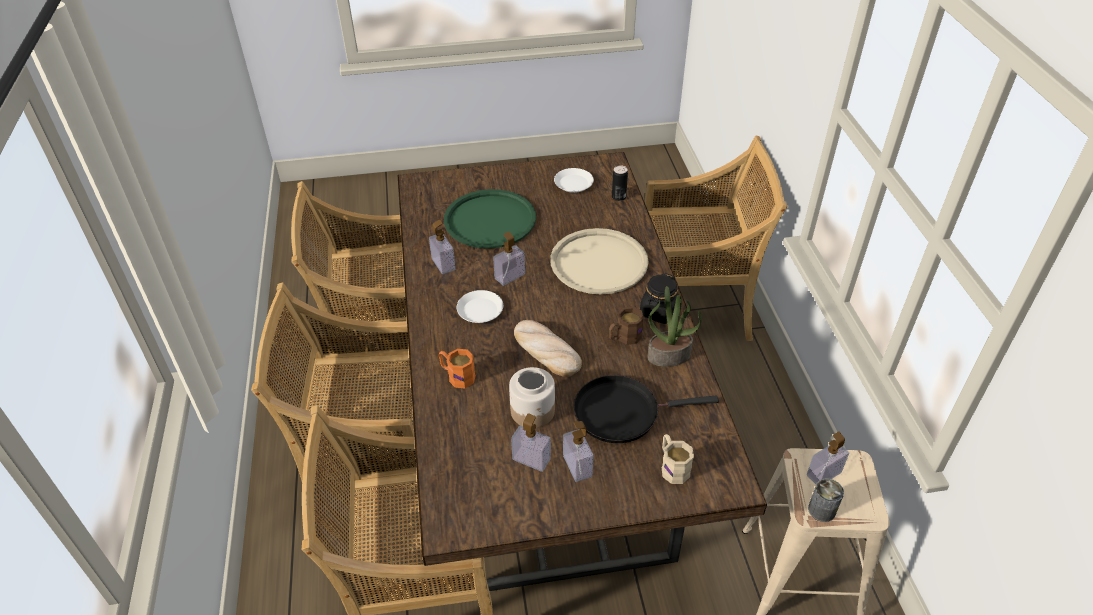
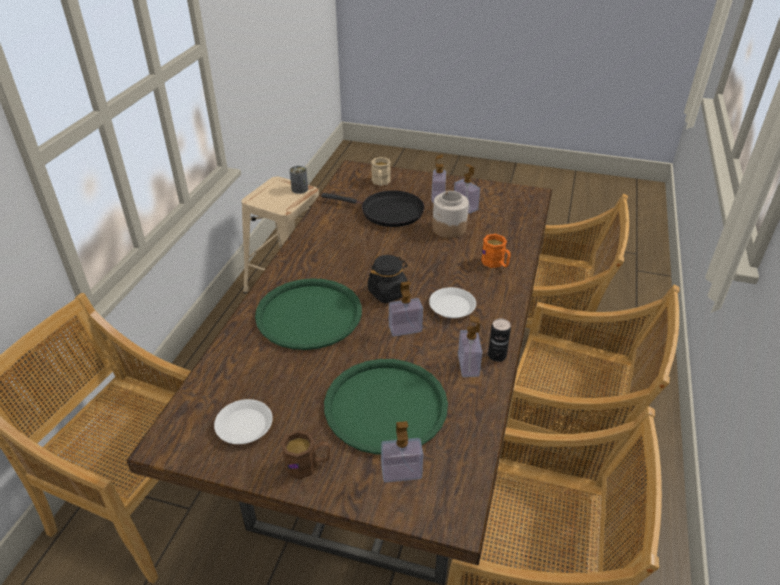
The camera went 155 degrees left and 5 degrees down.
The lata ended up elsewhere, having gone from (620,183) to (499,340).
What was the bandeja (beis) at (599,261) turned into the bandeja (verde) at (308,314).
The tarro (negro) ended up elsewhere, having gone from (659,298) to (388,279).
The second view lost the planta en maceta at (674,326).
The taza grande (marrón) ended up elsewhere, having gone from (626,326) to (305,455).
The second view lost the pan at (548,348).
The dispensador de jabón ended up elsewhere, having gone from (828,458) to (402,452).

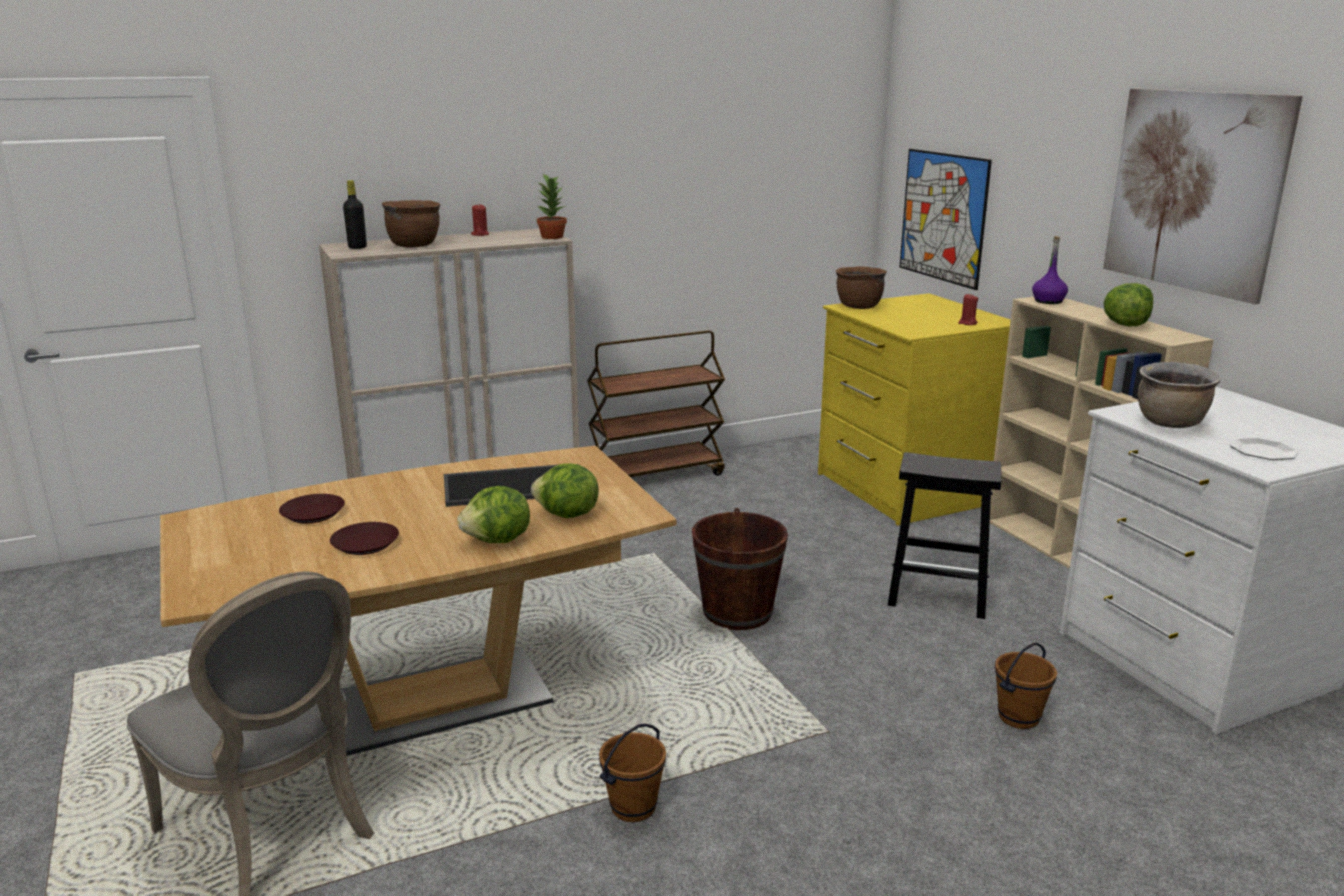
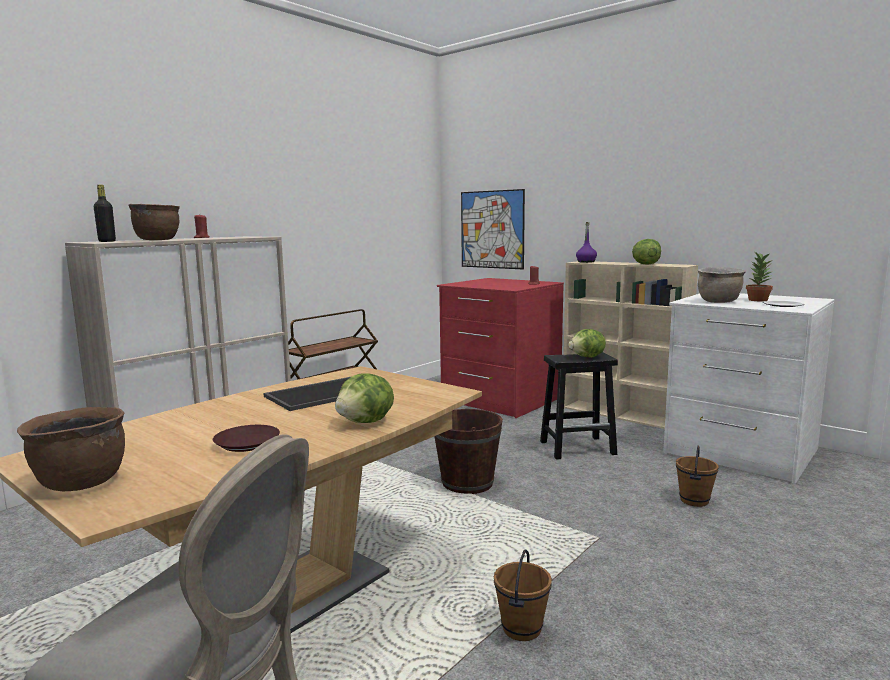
The camera went 25 degrees left and 10 degrees down.
The second view lost the cuadro at (1203,196).
The planta en maceta ended up elsewhere, having gone from (552,206) to (759,276).
The olla (marrón) ended up elsewhere, having gone from (861,288) to (71,449).
What was the cómoda (amarillo) at (914,409) turned into the cómoda (rojo) at (500,348).
The lechuga ended up elsewhere, having gone from (565,490) to (587,343).
The second view lost the plato (marrón) at (312,508).

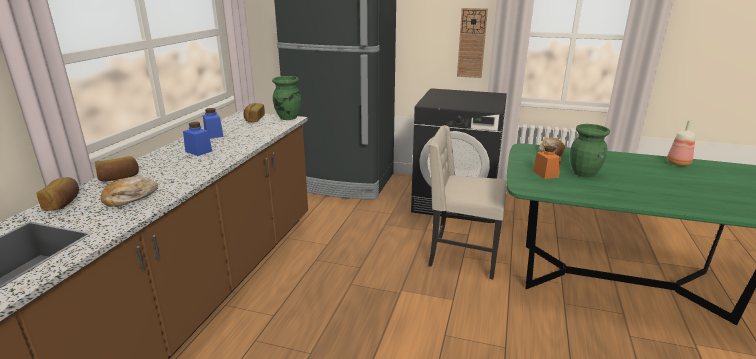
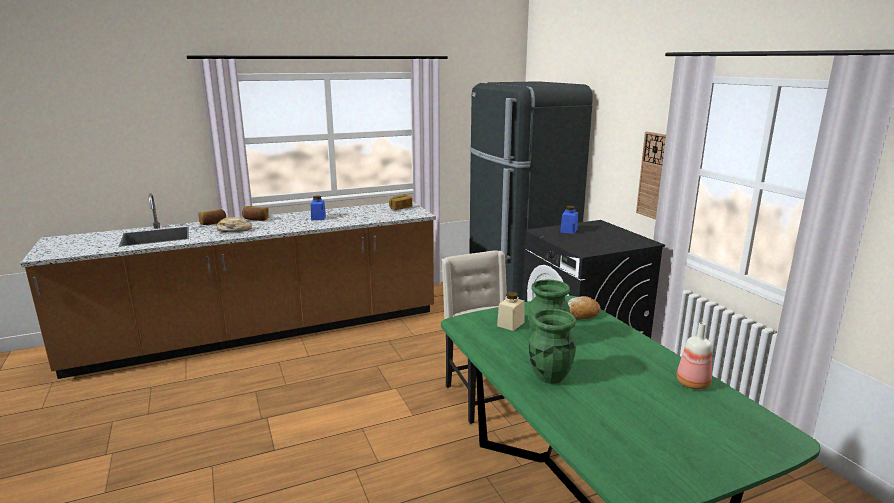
The camera went 50 degrees right and 5 degrees down.
The florero (verde) ended up elsewhere, having gone from (286,98) to (552,346).
The tarro (azul) ended up elsewhere, having gone from (213,123) to (569,220).
What was the tarro (naranja) at (547,162) turned into the tarro (beis) at (511,311).

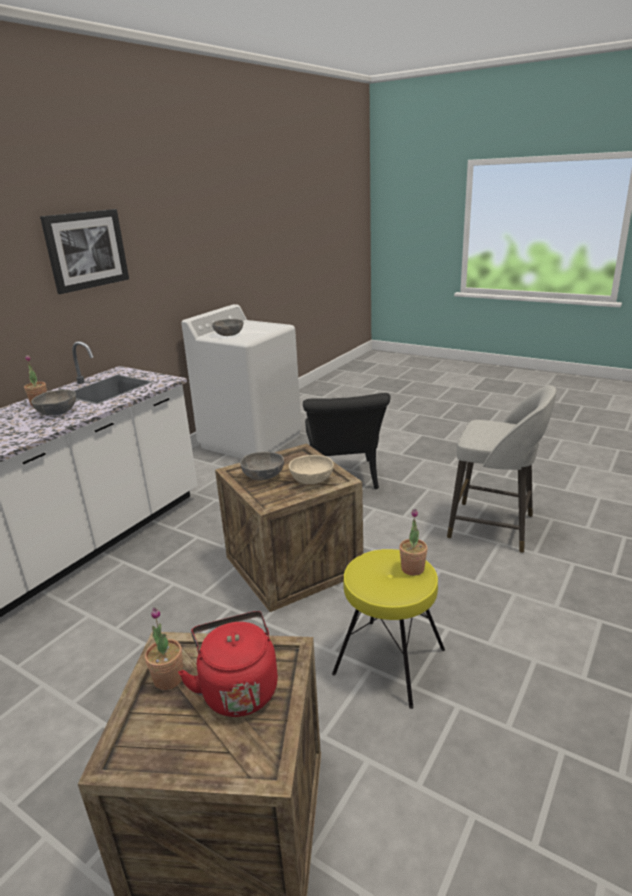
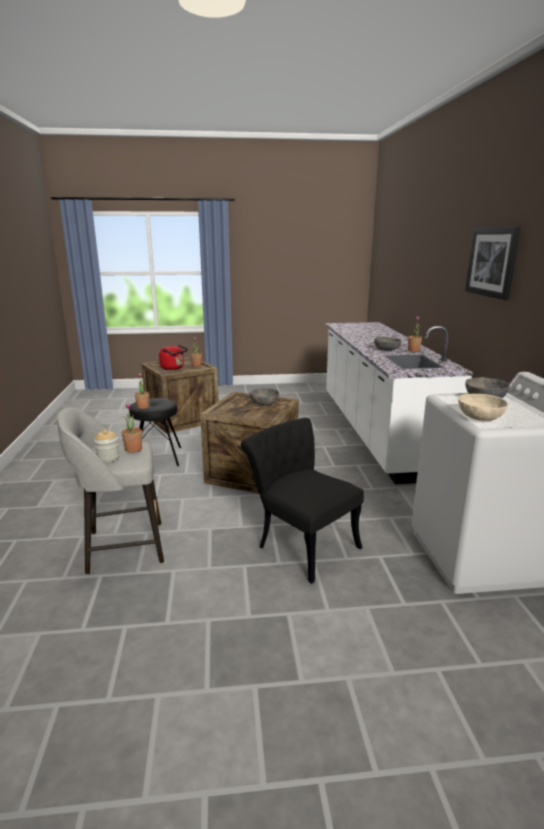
The camera went 140 degrees right and 5 degrees down.
The cuenco (beis) ended up elsewhere, having gone from (311,469) to (483,407).
What was the taburete (amarillo) at (388,629) turned into the taburete (negro) at (155,432).
The second view gained the planta en maceta at (132,428).
The second view gained the tarro at (107,446).

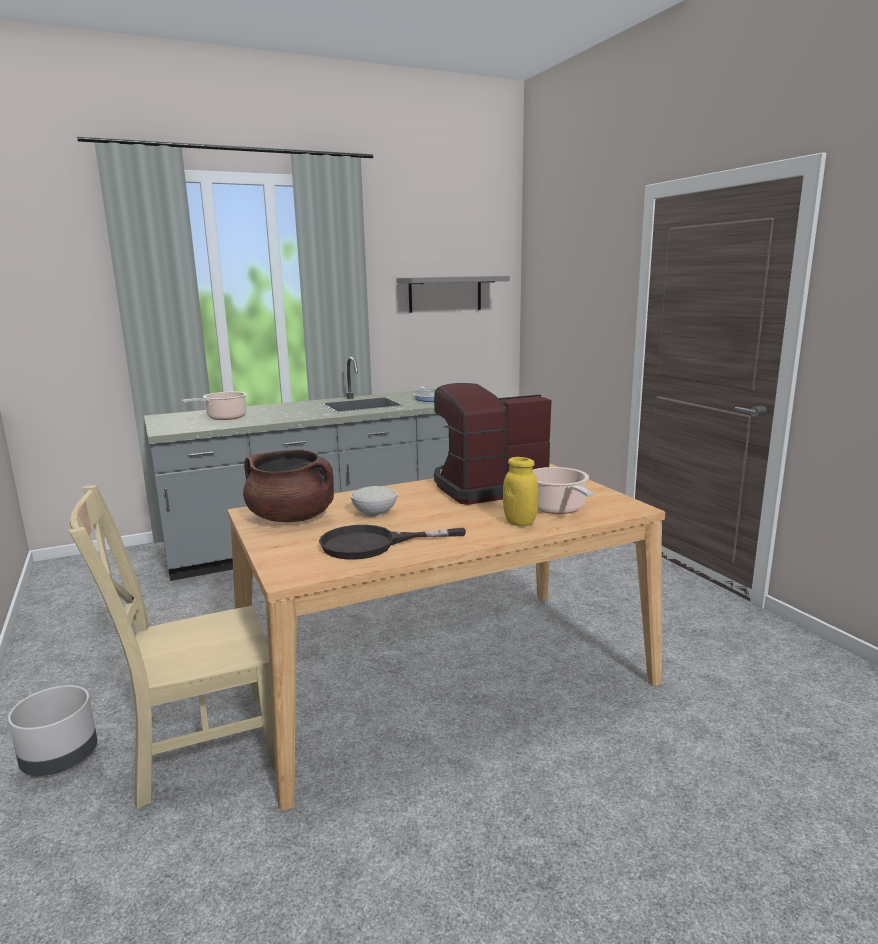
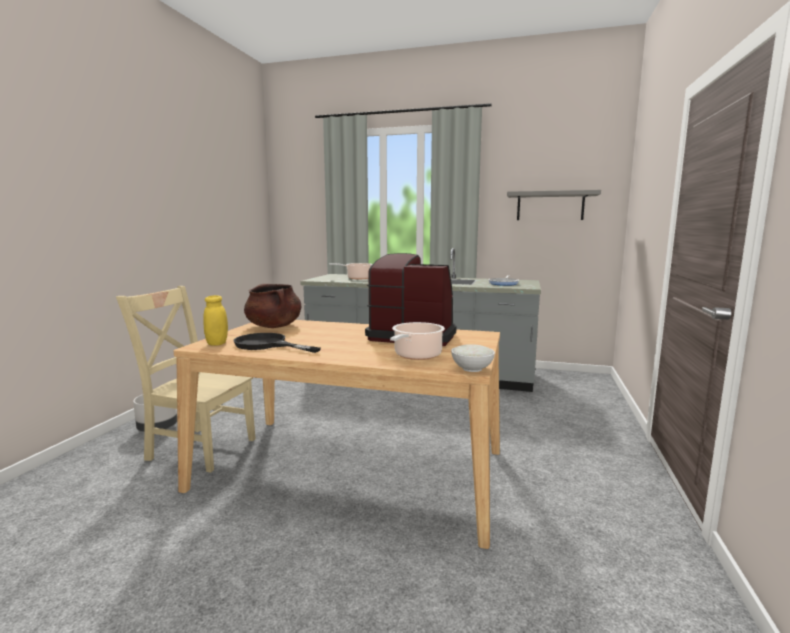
The camera went 40 degrees right and 5 degrees down.
The tarro (amarillo) ended up elsewhere, having gone from (520,491) to (215,320).
The cuenco (blanco) ended up elsewhere, having gone from (374,501) to (473,358).

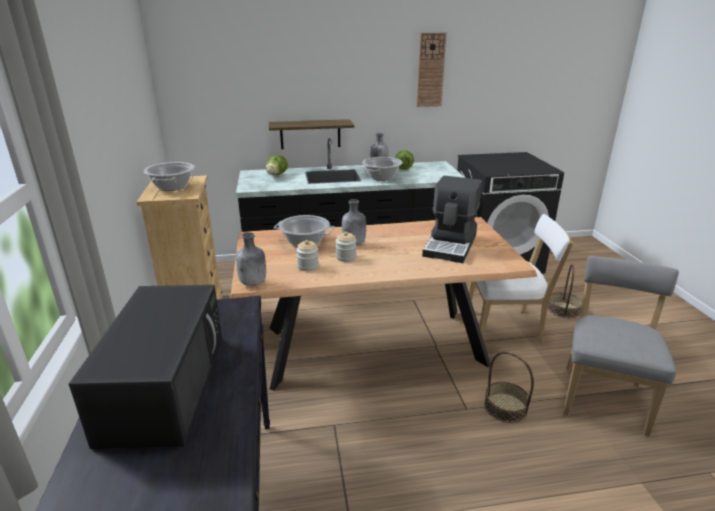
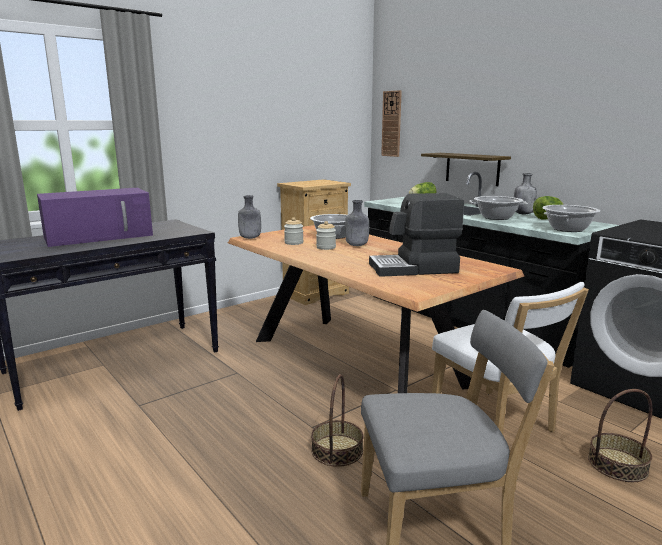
The camera went 60 degrees right and 10 degrees down.
The reloj de pared ended up elsewhere, having gone from (431,69) to (391,123).
The olla ended up elsewhere, having gone from (169,176) to (571,218).
What was the microondas (negro) at (145,367) turned into the microondas (morado) at (95,217).

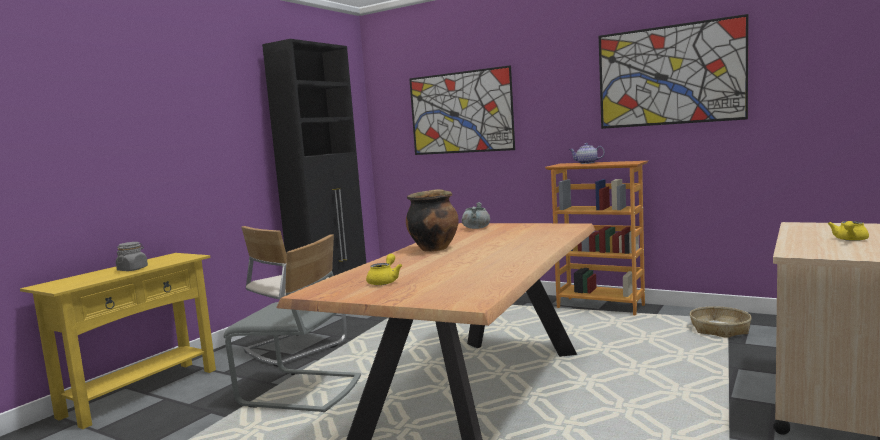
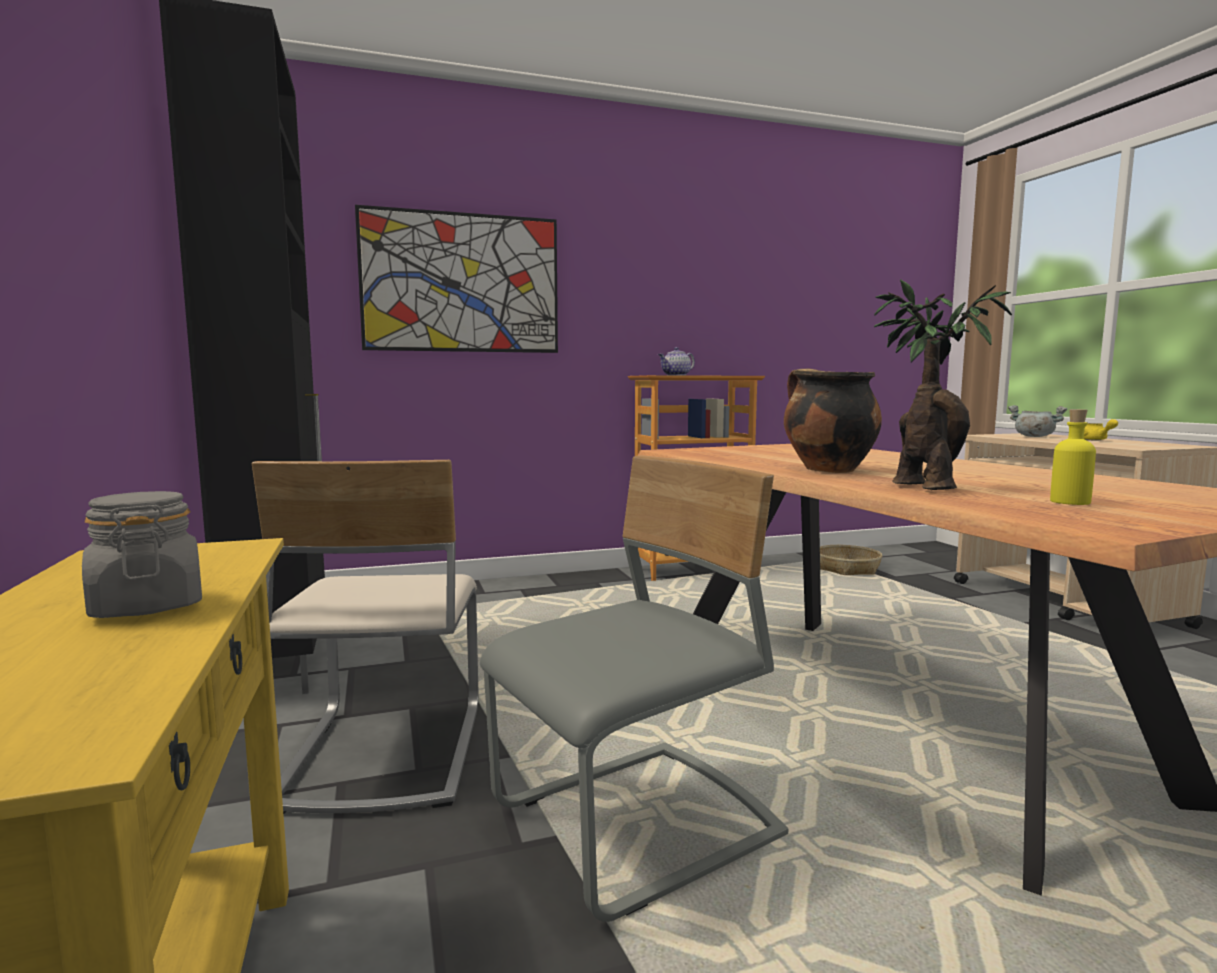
The camera went 50 degrees left and 0 degrees up.
The second view lost the cuadro at (673,71).
The olla (gris) ended up elsewhere, having gone from (476,215) to (1037,421).
Where the tetera (amarillo) stood at (384,269), the botella (amarillo) came to stand at (1073,457).
The second view gained the planta en maceta at (943,384).

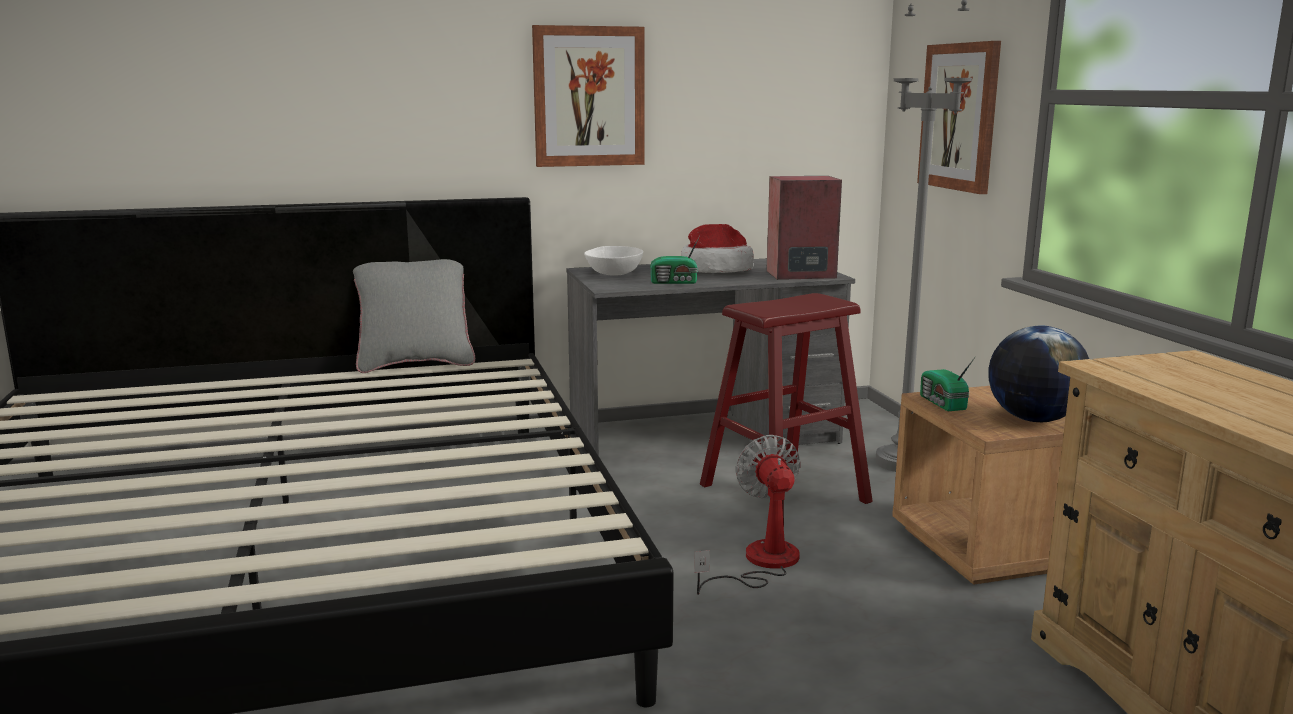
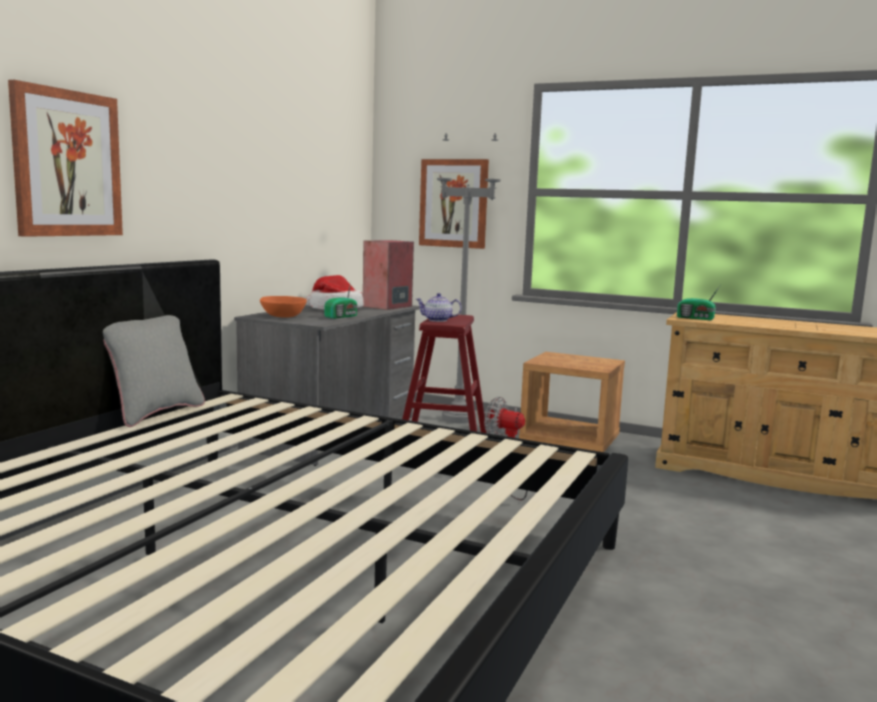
The camera went 50 degrees left and 5 degrees down.
The cuadro ended up elsewhere, having gone from (588,96) to (65,158).
What was the cuenco (blanco) at (613,261) turned into the cuenco (naranja) at (283,307).
The second view lost the globo terráqueo at (1038,373).
The radio ended up elsewhere, having gone from (947,384) to (698,303).
The second view gained the tetera at (439,307).

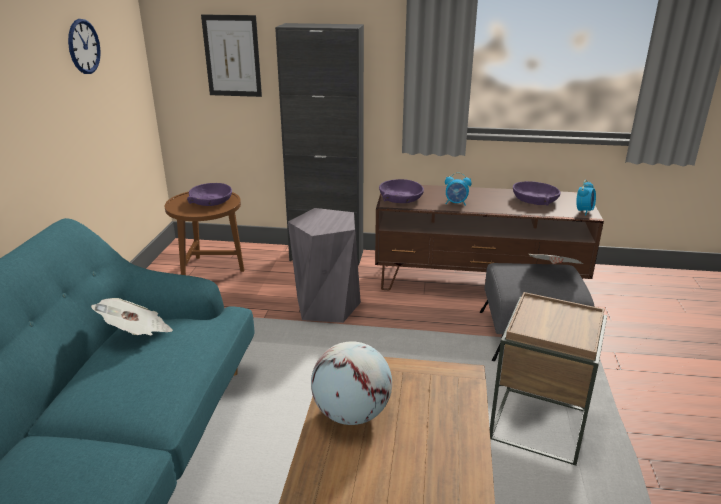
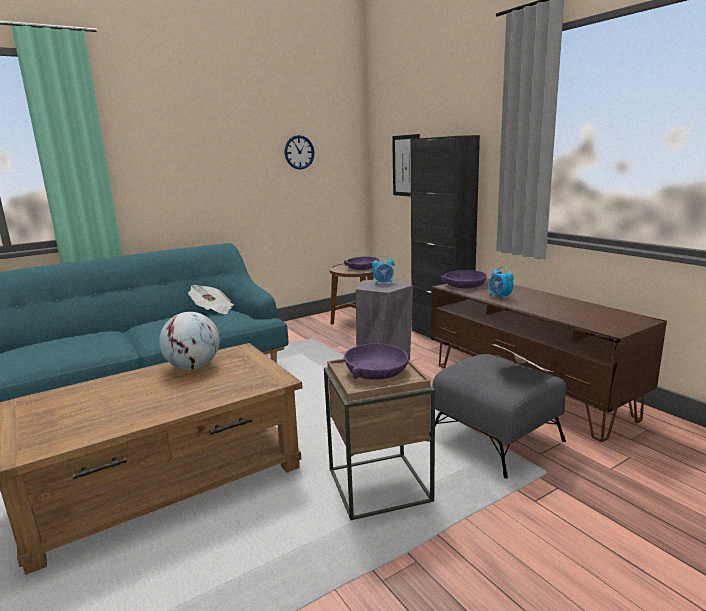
The camera went 50 degrees right and 10 degrees down.
The despertador ended up elsewhere, having gone from (586,198) to (383,270).
The cuenco (morado) ended up elsewhere, having gone from (537,193) to (376,361).

